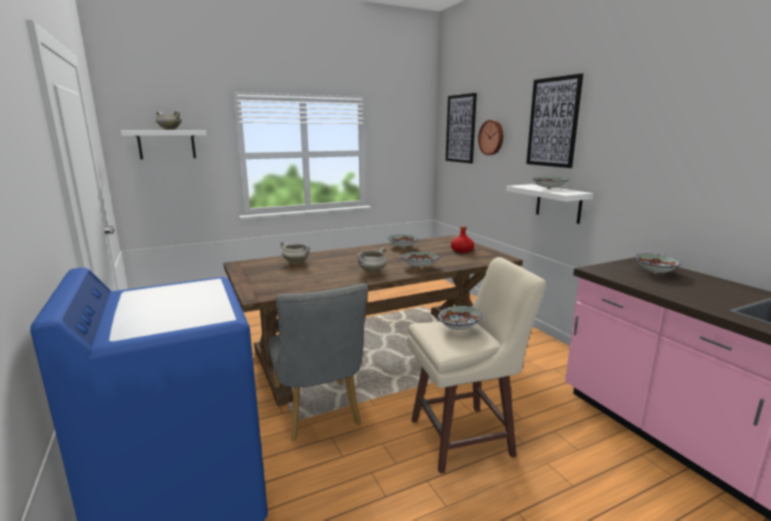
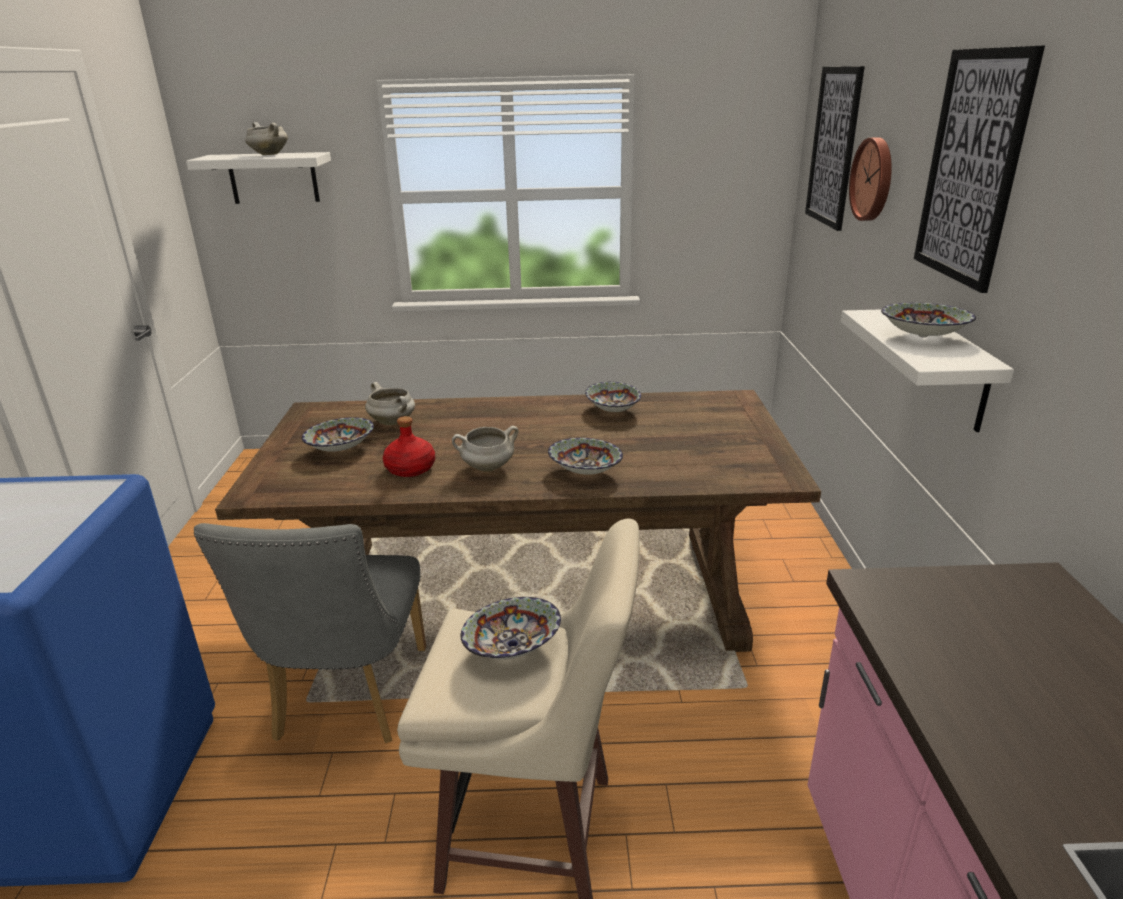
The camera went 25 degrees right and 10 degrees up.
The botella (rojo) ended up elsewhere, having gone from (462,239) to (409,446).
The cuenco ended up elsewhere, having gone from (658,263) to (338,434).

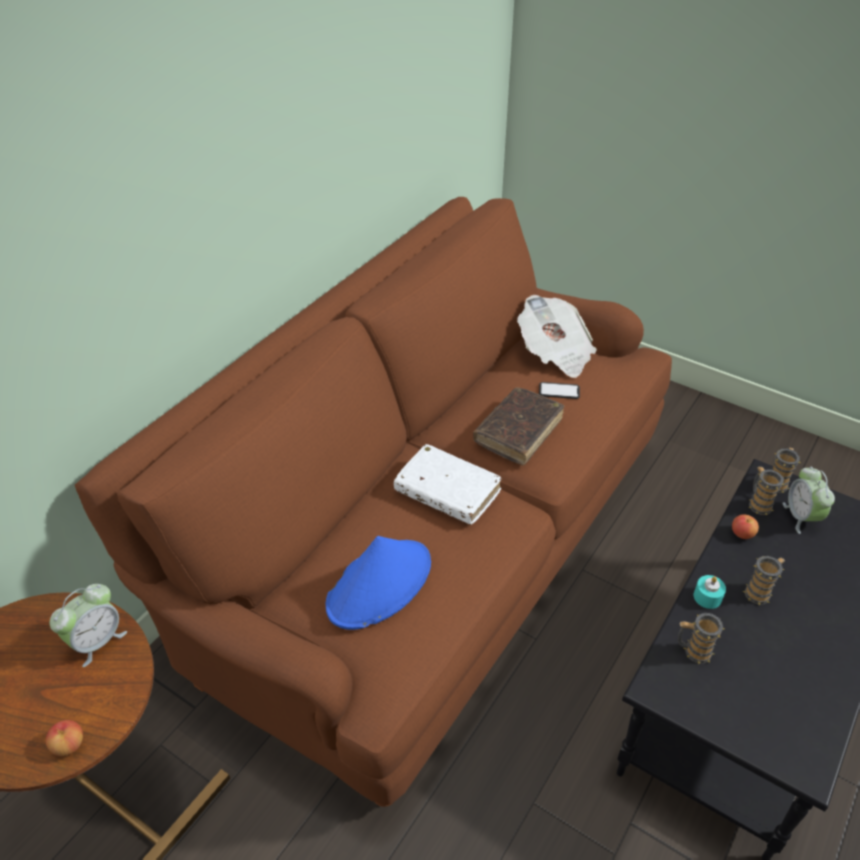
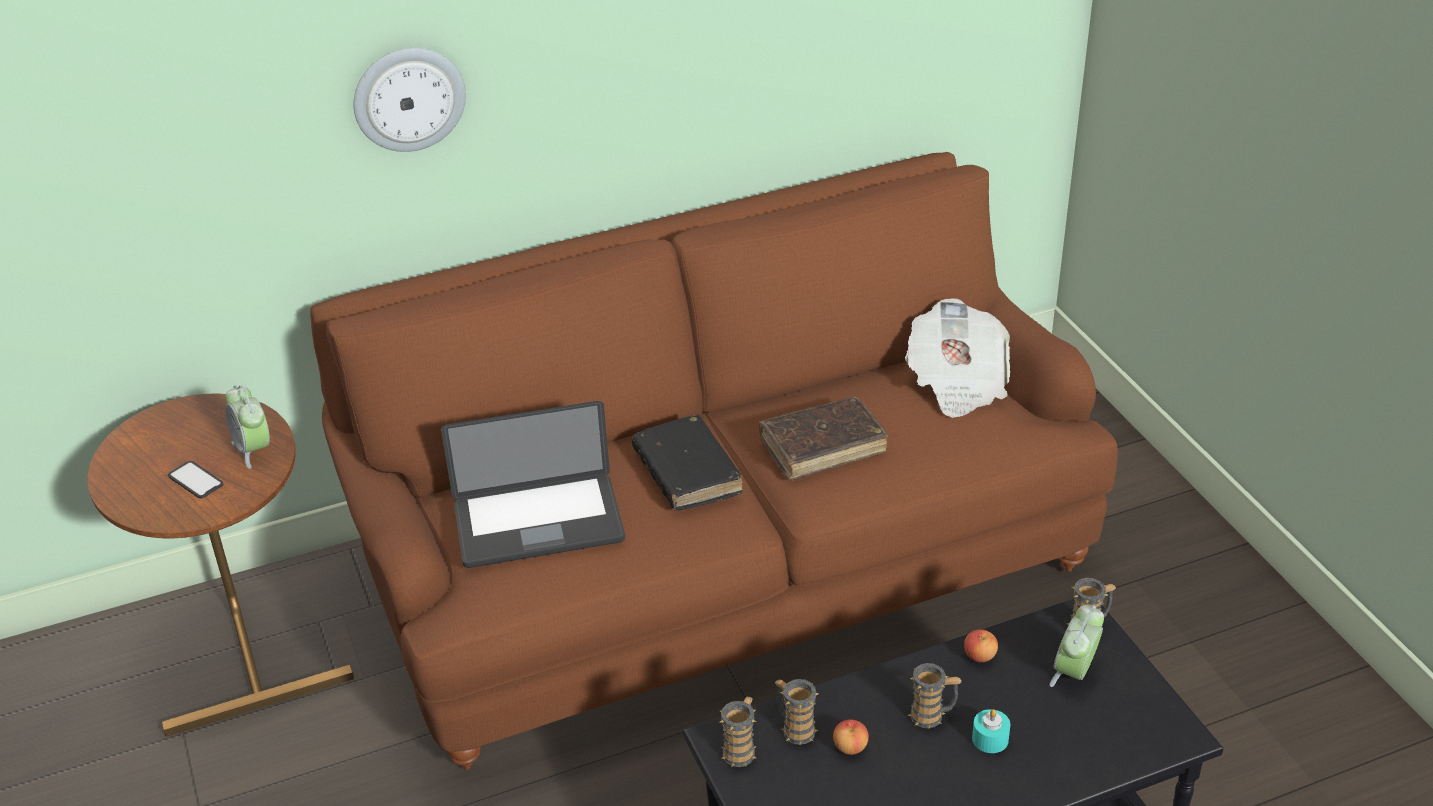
The camera went 35 degrees right and 5 degrees down.
The móvil ended up elsewhere, having gone from (559,390) to (195,479).
What was the libro (blanco) at (448,484) turned into the libro (negro) at (687,462).
The taza grande ended up elsewhere, having gone from (766,491) to (738,732).
Where the sombrero (azul) stood at (378,583), the portátil came to stand at (533,484).
The vela (turquesa) ended up elsewhere, having gone from (710,592) to (991,731).
The despertador at (88,625) ended up facing another way, 75 degrees clockwise from before.
The manzana ended up elsewhere, having gone from (64,738) to (851,737).
The second view gained the reloj de pared at (410,100).

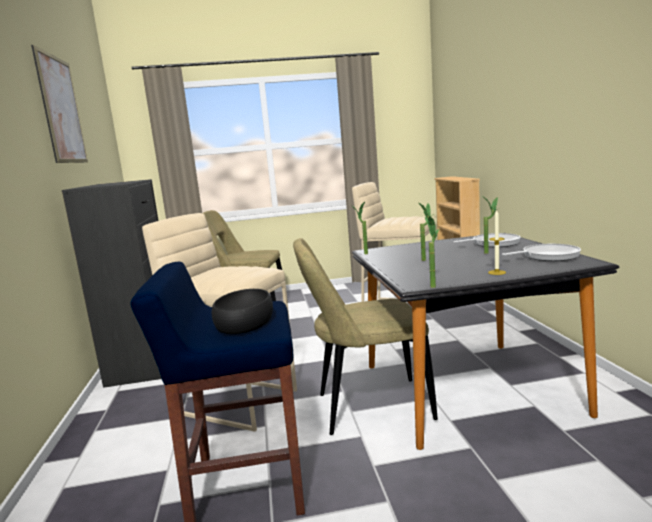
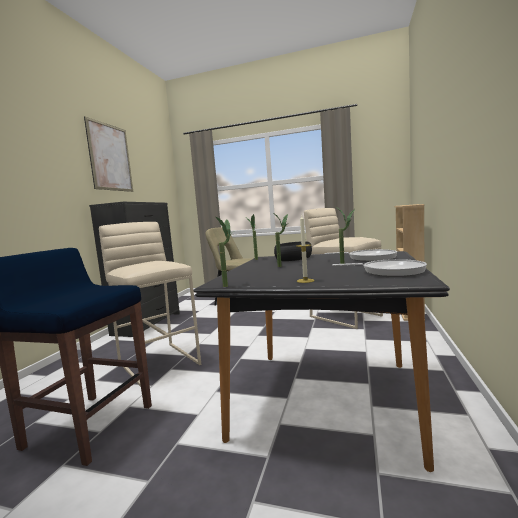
The camera went 25 degrees right and 5 degrees down.
The second view lost the silla (beis) at (365,336).
The cuenco (negro) ended up elsewhere, having gone from (242,311) to (293,251).

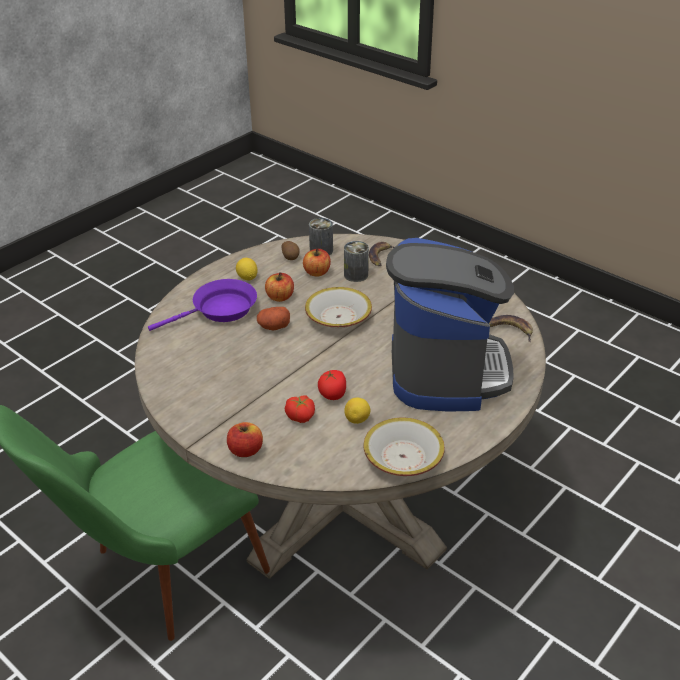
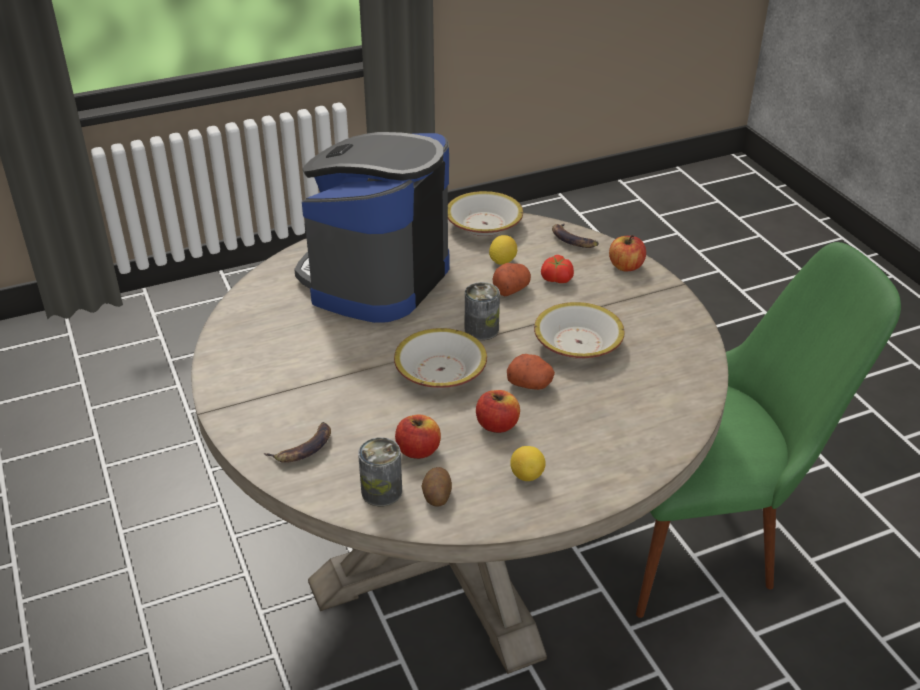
The camera went 155 degrees left and 0 degrees up.
The lata ended up elsewhere, having gone from (356,261) to (482,311).
The second view lost the sartén (morado) at (202,305).
The plátano ended up elsewhere, having gone from (511,328) to (575,235).
Where the tomate stood at (332,385), the patata came to stand at (511,279).
The second view gained the cuenco at (579,330).

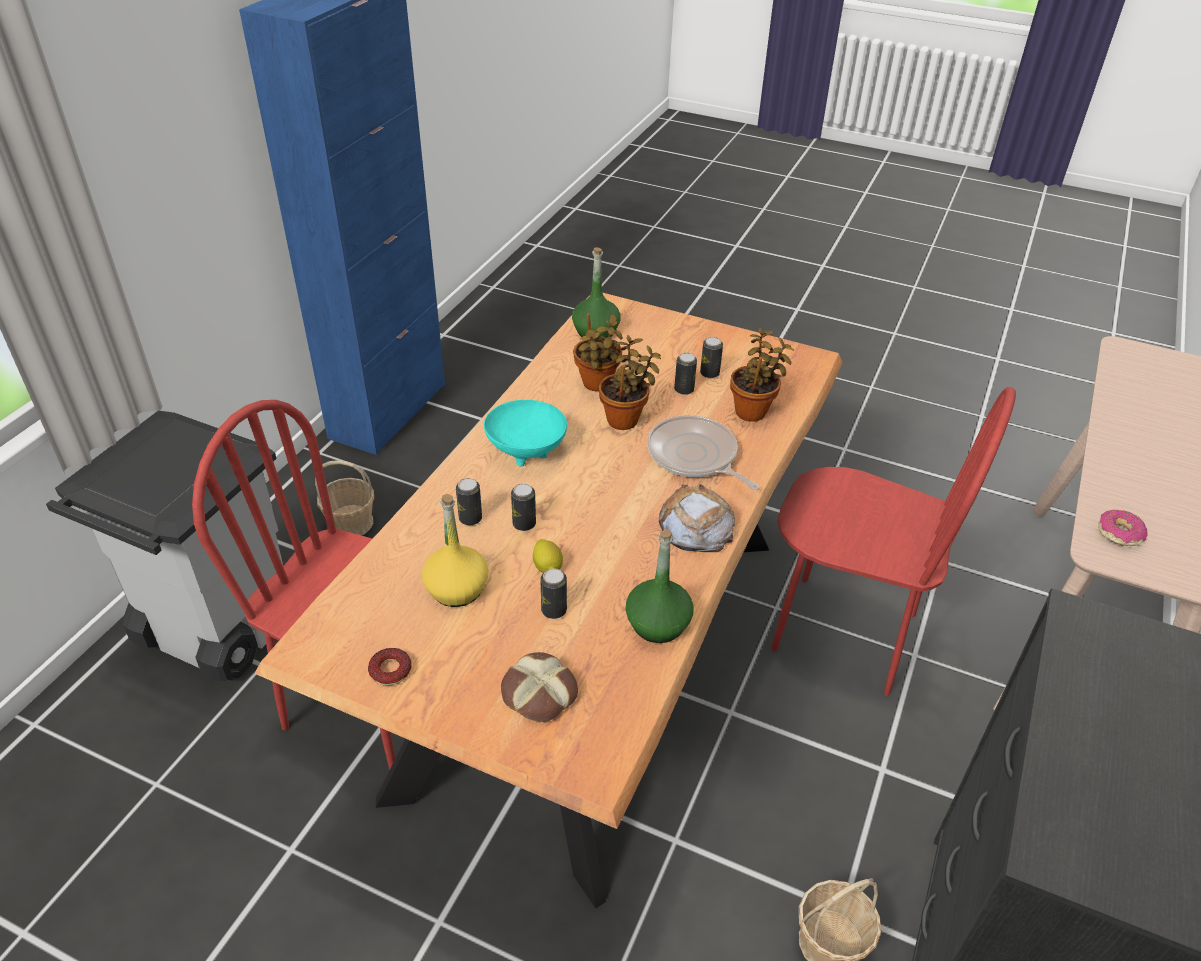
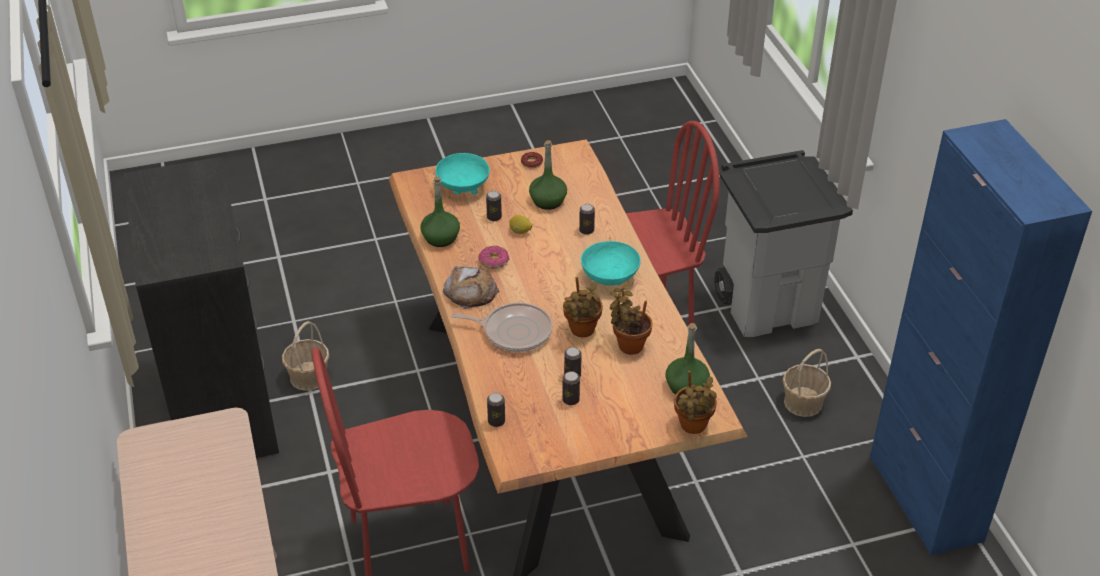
The camera went 140 degrees right and 0 degrees up.
The planta en maceta ended up elsewhere, having gone from (762,375) to (695,402).
The lata ended up elsewhere, having gone from (523,507) to (496,410).
What was the botella (amarillo) at (455,550) turned into the botella (verde) at (548,175).
The rosquilla ended up elsewhere, having gone from (1123,528) to (493,257).
Where the pan stood at (539,687), the cuenco (turquesa) came to stand at (462,173).

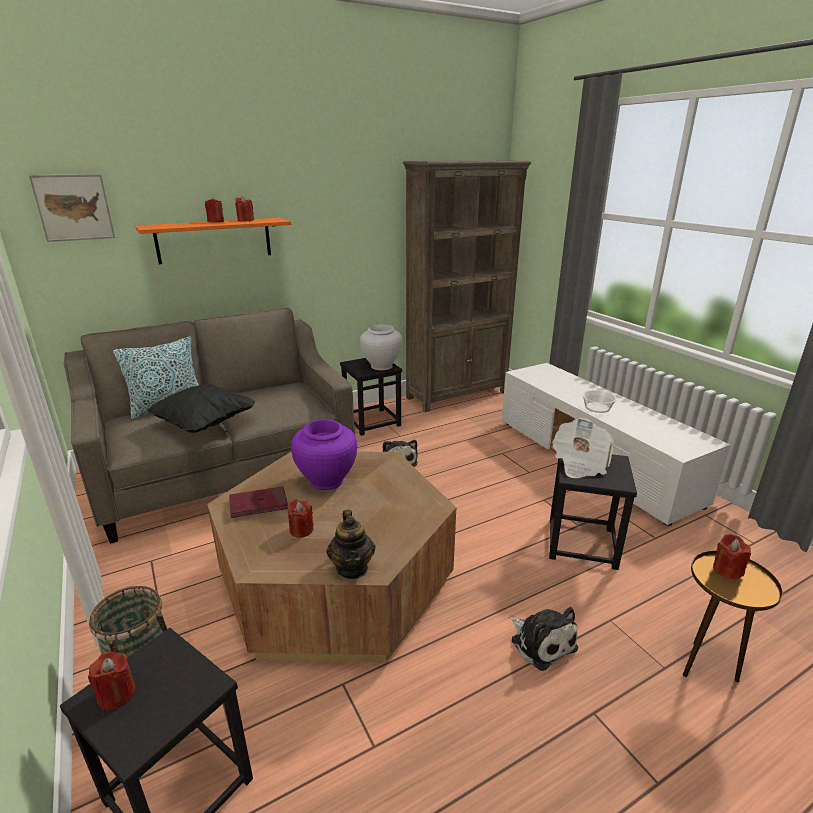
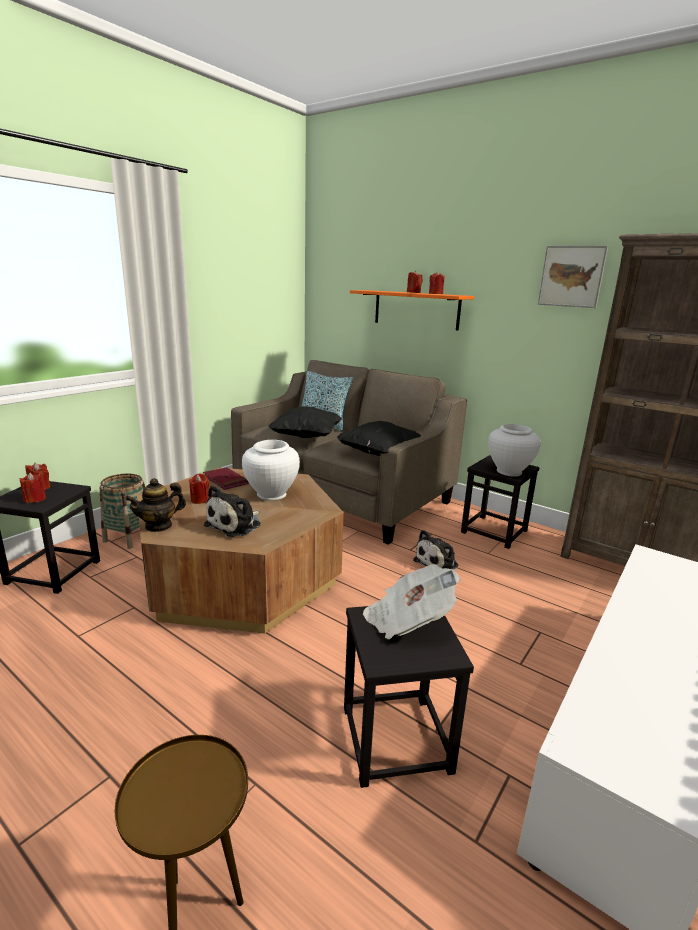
The camera went 65 degrees right and 5 degrees down.
The cuadro ended up elsewhere, having gone from (72,208) to (573,277).
The second view lost the cuenco at (599,401).
What was the florero (morado) at (324,454) turned into the florero (blanco) at (271,470).
The vela (rojo) ended up elsewhere, having gone from (732,556) to (33,487).
The peluche ended up elsewhere, having gone from (543,639) to (232,511).
The second view gained the cojín (negro) at (379,438).

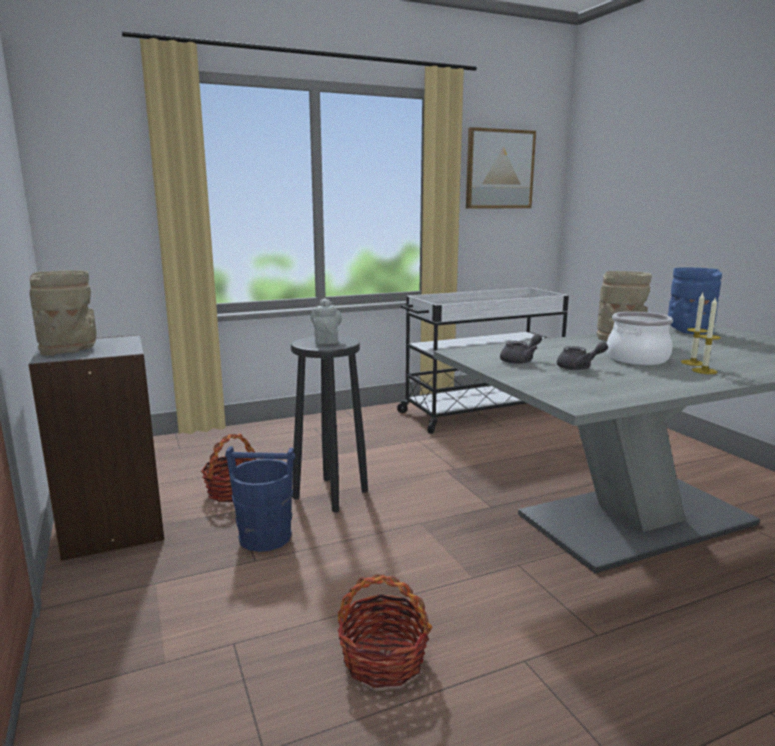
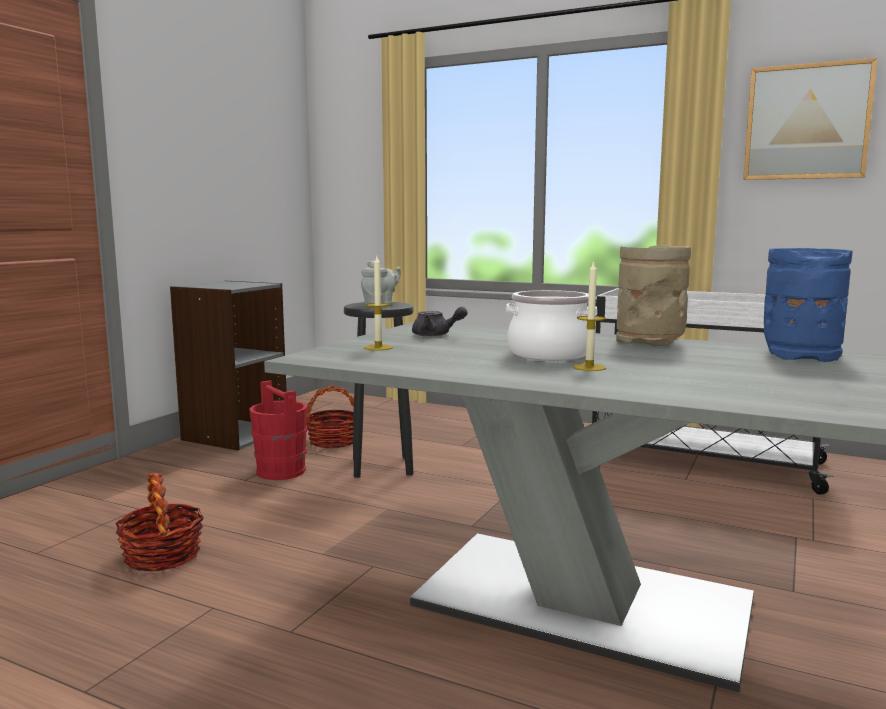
The camera went 50 degrees right and 5 degrees down.
The second view lost the florero (beis) at (63,313).
The vela ended up elsewhere, having gone from (706,335) to (378,303).
The second view lost the tetera (gris) at (582,356).
What was the cubo (azul) at (260,499) turned into the cubo (rojo) at (278,430).

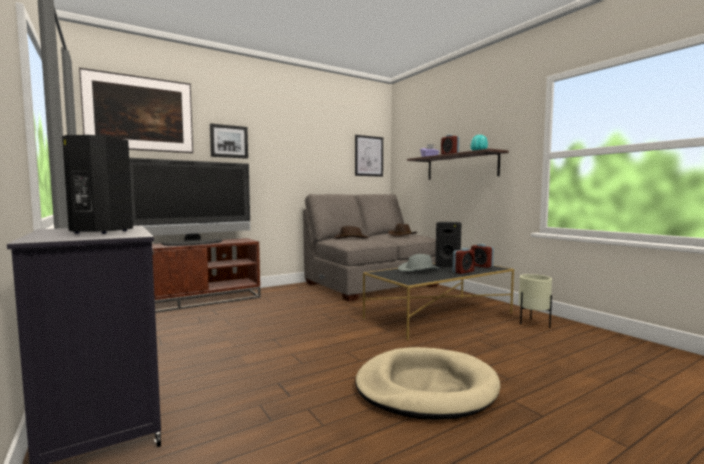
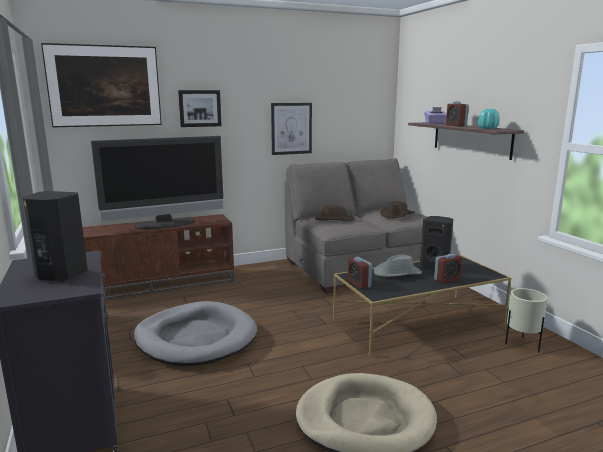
The camera went 10 degrees right and 10 degrees up.
The cuadro ended up elsewhere, having gone from (369,156) to (291,129).
The despertador ended up elsewhere, having gone from (482,256) to (360,273).
The second view gained the cama para perro (gris) at (195,333).

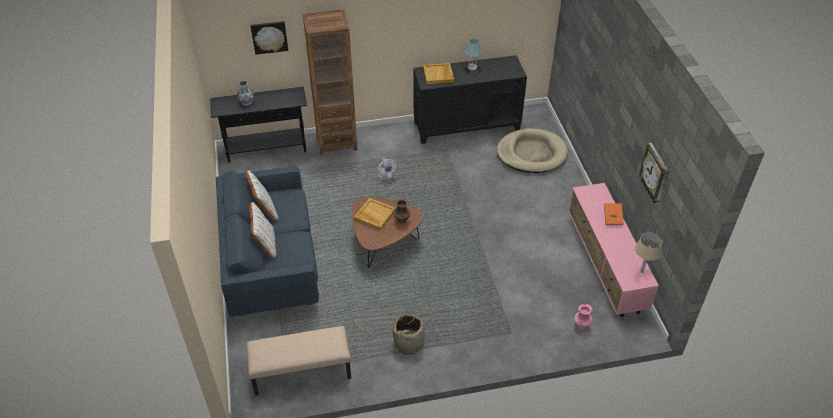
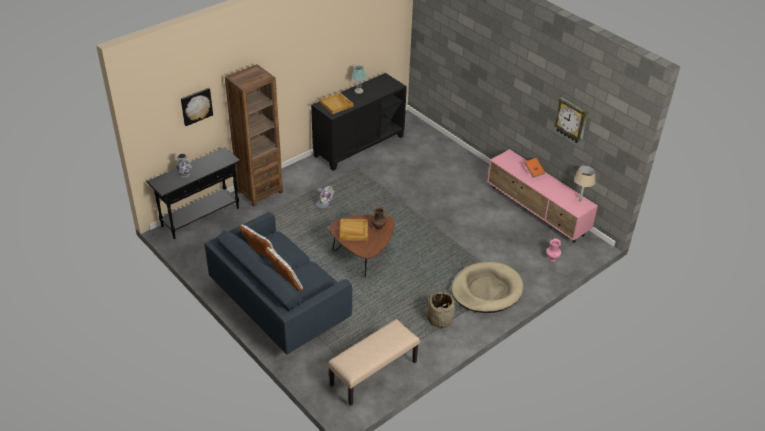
The camera went 30 degrees left and 5 degrees down.
The cama para perro (beis) ended up elsewhere, having gone from (532,150) to (487,287).

